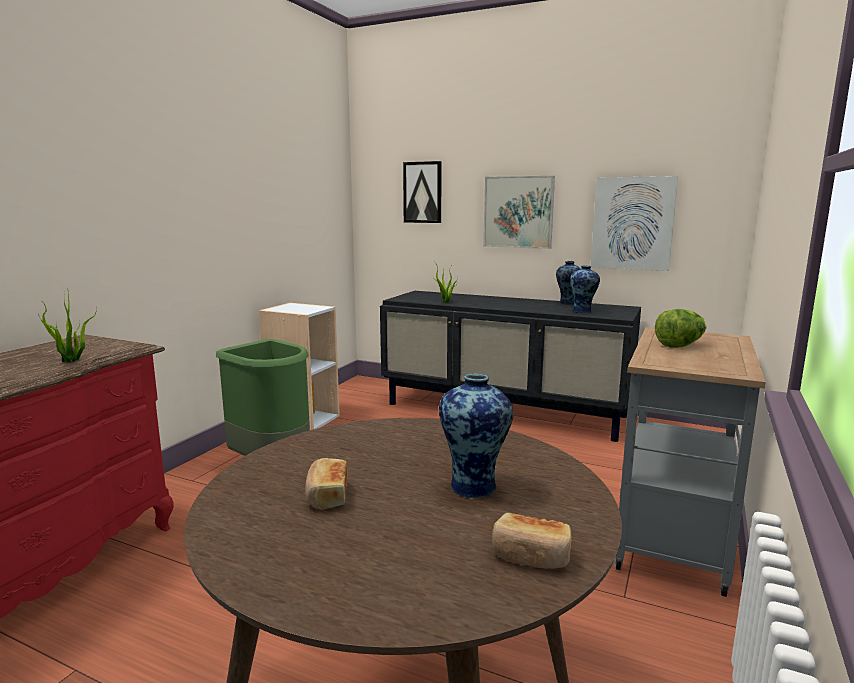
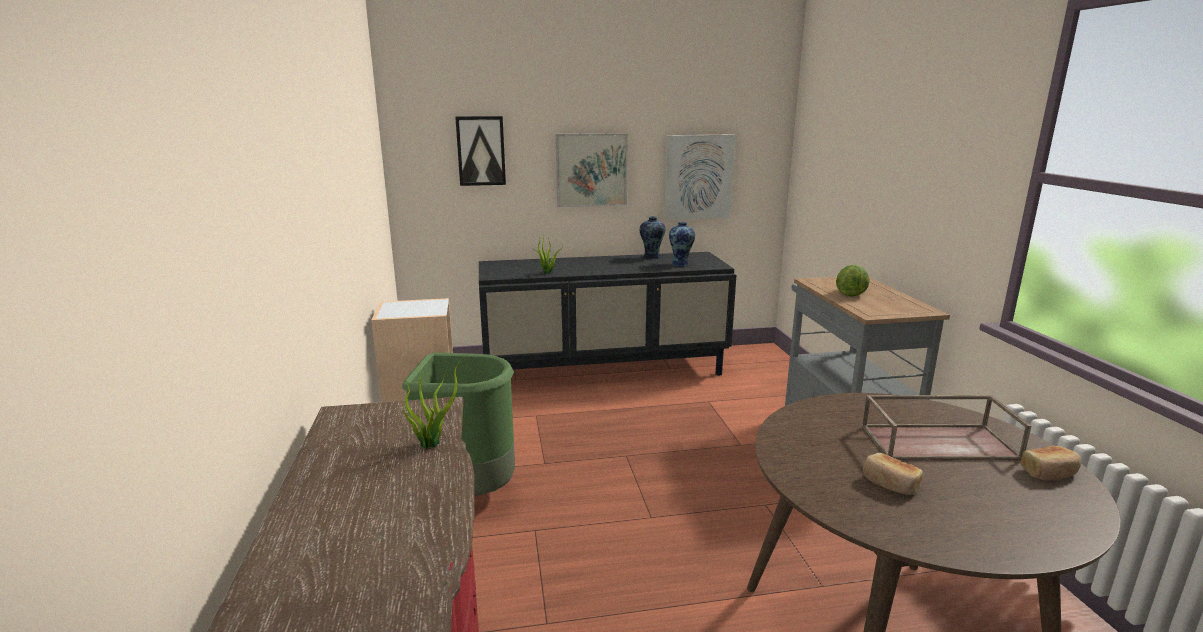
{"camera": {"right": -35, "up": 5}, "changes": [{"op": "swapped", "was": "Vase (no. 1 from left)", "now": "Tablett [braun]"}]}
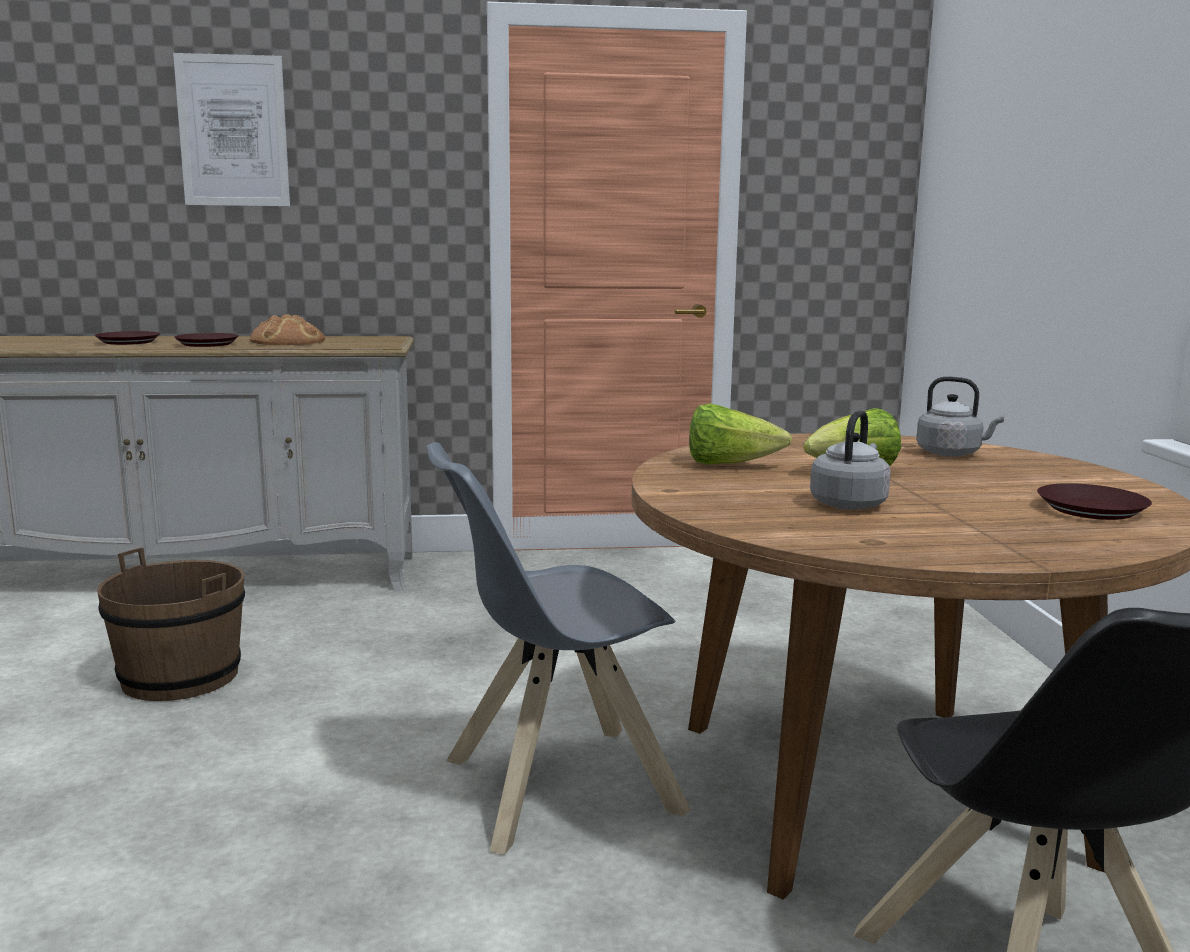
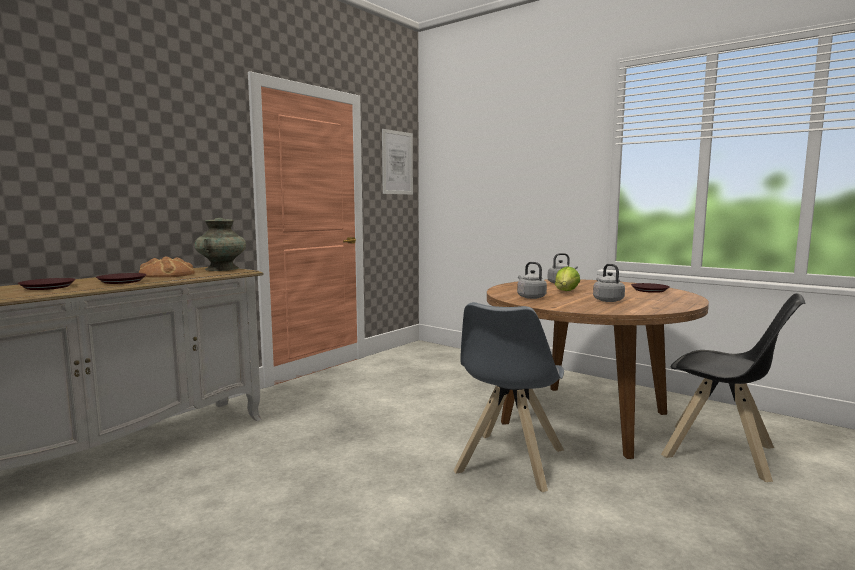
{"camera": {"right": -45, "up": -5}, "changes": [{"op": "gone", "was": "Eimer [braun]"}, {"op": "new", "now": "Vase [türkis]"}, {"op": "shifted", "was": "Bild"}, {"op": "swapped", "was": "Salatkopf (no. 1 from left)", "now": "Wasserkessel [grau] (no. 1 from left)"}]}
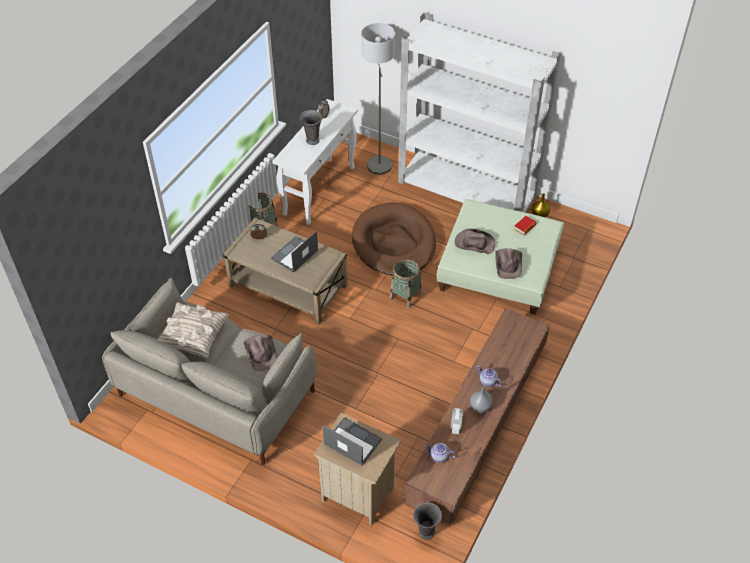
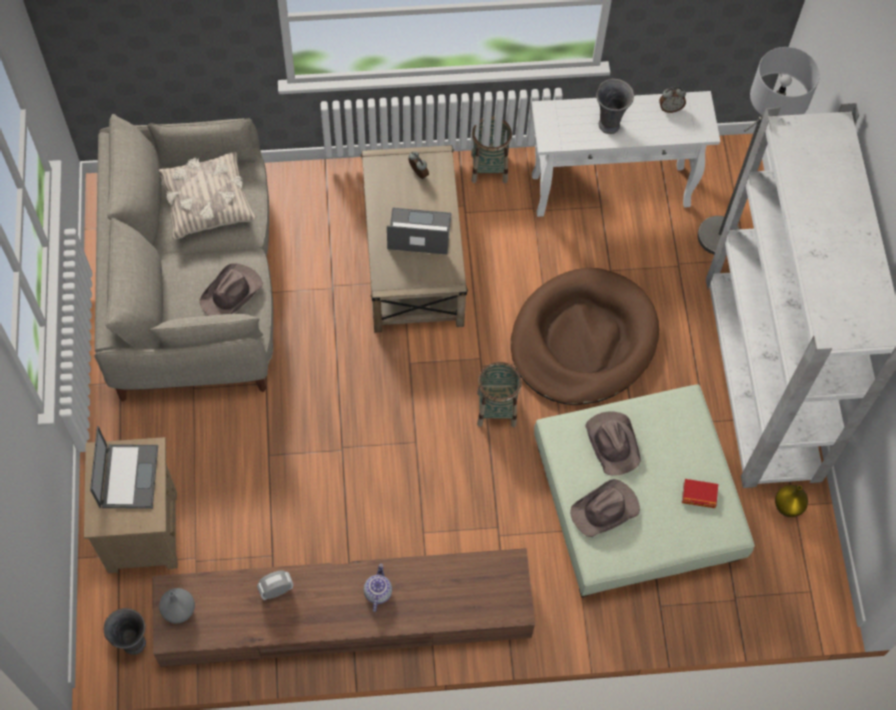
{"camera": {"right": 55, "up": 15}, "changes": [{"op": "gone", "was": "Teekanne (no. 1 from left)"}, {"op": "shifted", "was": "Vase [grau] (no. 3 from left in the first image)", "now": "Vase [grau] (no. 2 from left)"}]}
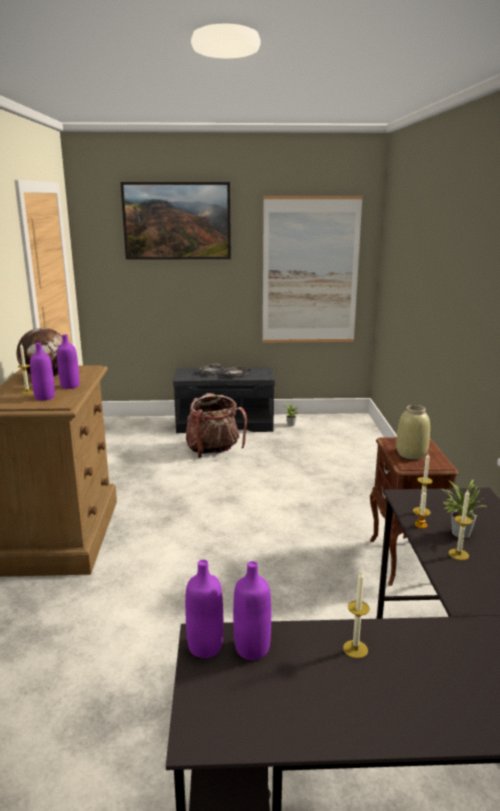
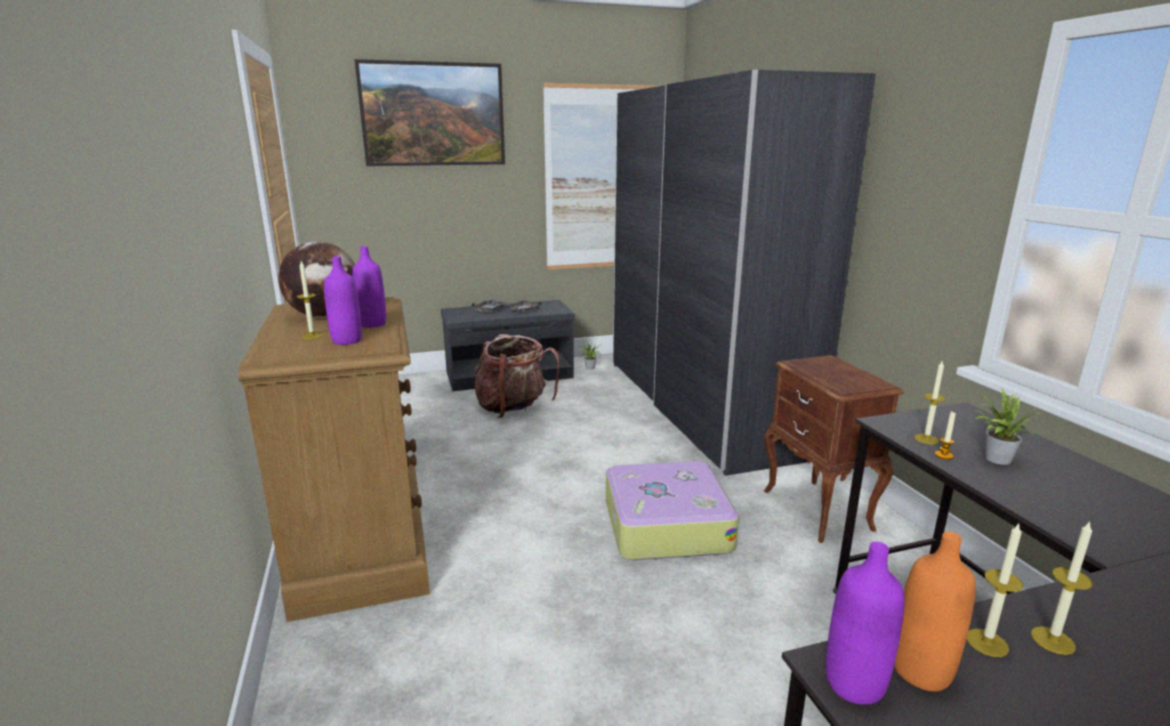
{"camera": {"right": -15, "up": 0}, "changes": [{"op": "gone", "was": "Vase [beige]"}, {"op": "new", "now": "Koffer"}, {"op": "new", "now": "Kleiderschrank [grau]"}, {"op": "shifted", "was": "Kerze (no. 5 from left in the first image)", "now": "Kerze (no. 4 from left)"}, {"op": "repainted", "was": "Flasche [lila] (no. 4 from left)", "now": "Flasche [orange]"}]}
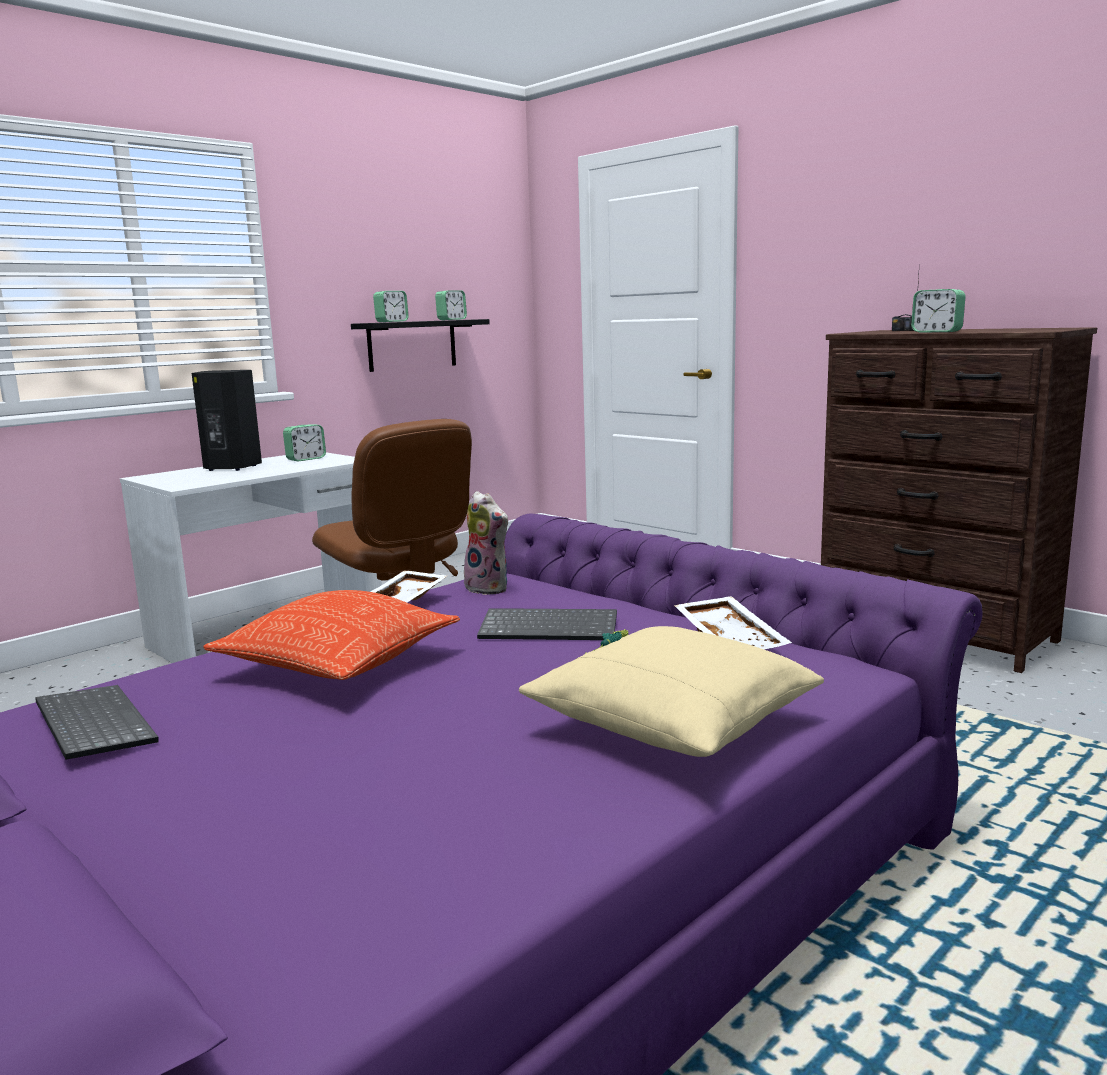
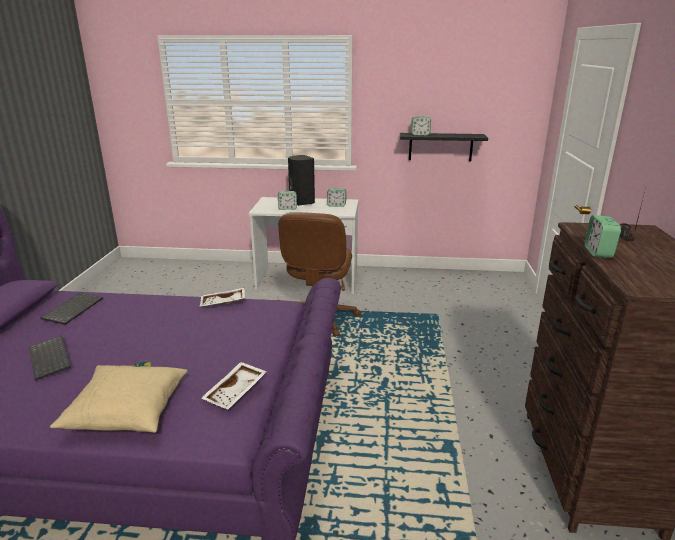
{"camera": {"right": 50, "up": 10}, "changes": [{"op": "gone", "was": "Kissen [orange]"}, {"op": "gone", "was": "Plüschtier"}, {"op": "shifted", "was": "Wecker (no. 3 from left in the first image)", "now": "Wecker (no. 1 from left)"}, {"op": "shifted", "was": "Tastatur (no. 2 from left in the first image)", "now": "Tastatur (no. 1 from left)"}]}
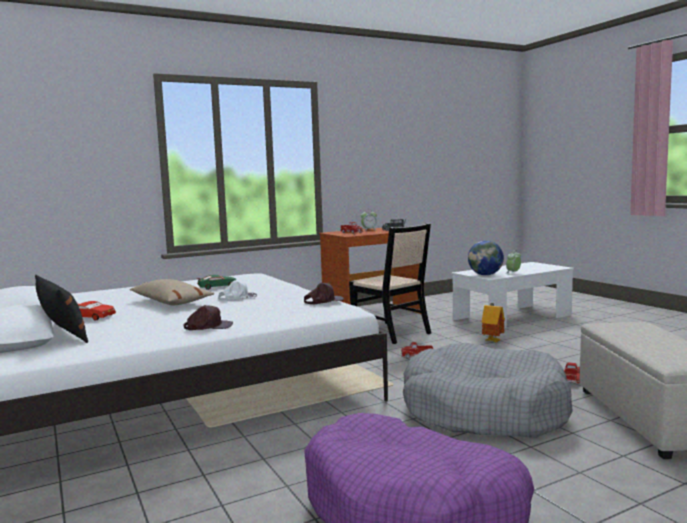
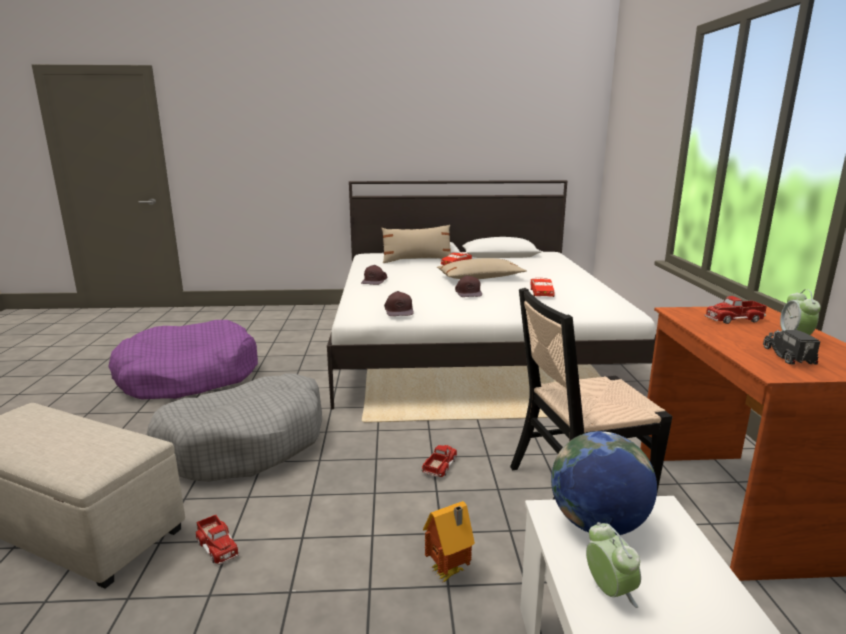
{"camera": {"right": 115, "up": 10}, "changes": [{"op": "repainted", "was": "Kissen [schwarz]", "now": "Kissen [beige] (no. 1 from left)"}, {"op": "repainted", "was": "Spielzeugauto [grün]", "now": "Spielzeugauto [rot] (no. 2 from left)"}, {"op": "repainted", "was": "Kappe [weiß]", "now": "Kappe [braun] (no. 3 from left)"}]}
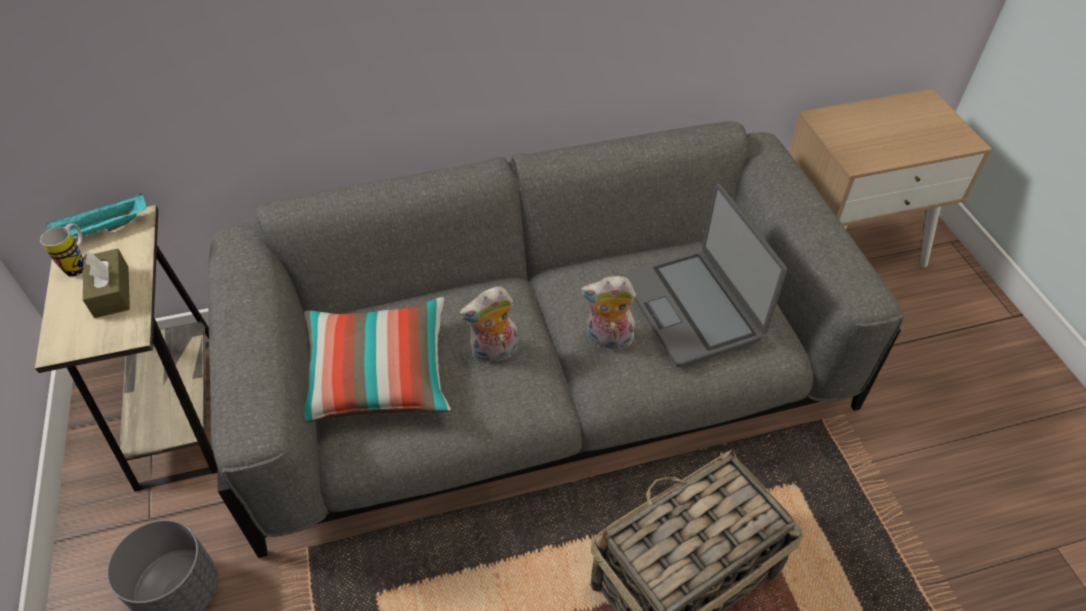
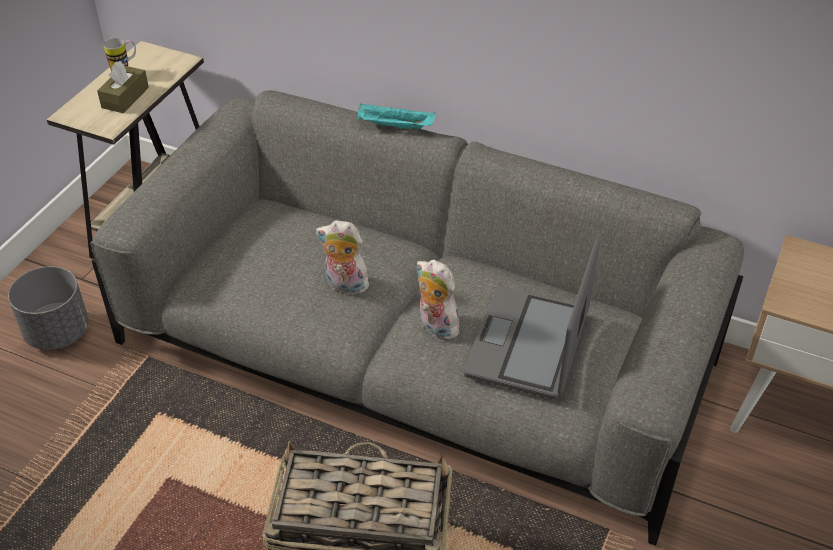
{"camera": {"right": 40, "up": -5}, "changes": [{"op": "gone", "was": "Kissen"}, {"op": "shifted", "was": "Tablett [türkis]"}]}
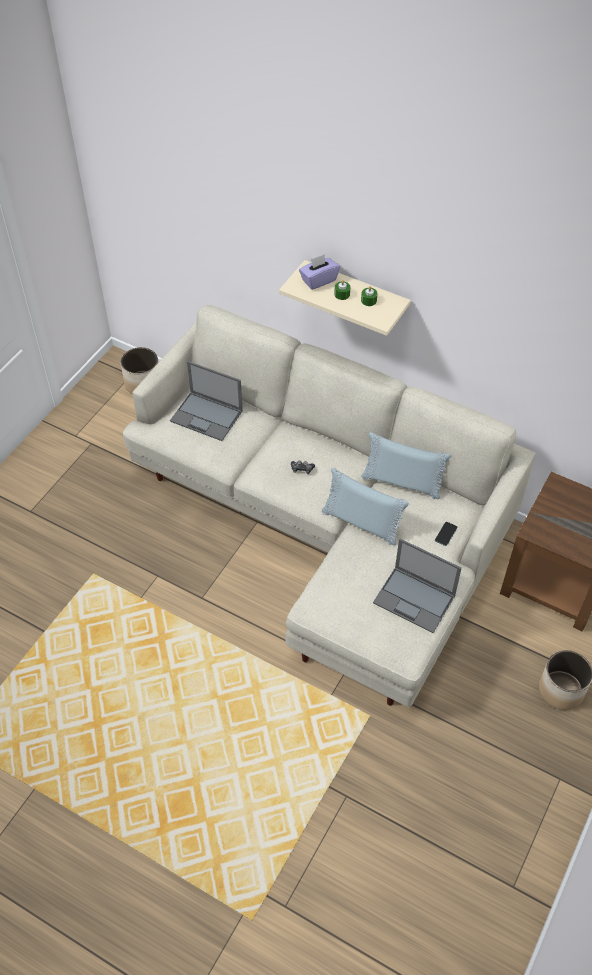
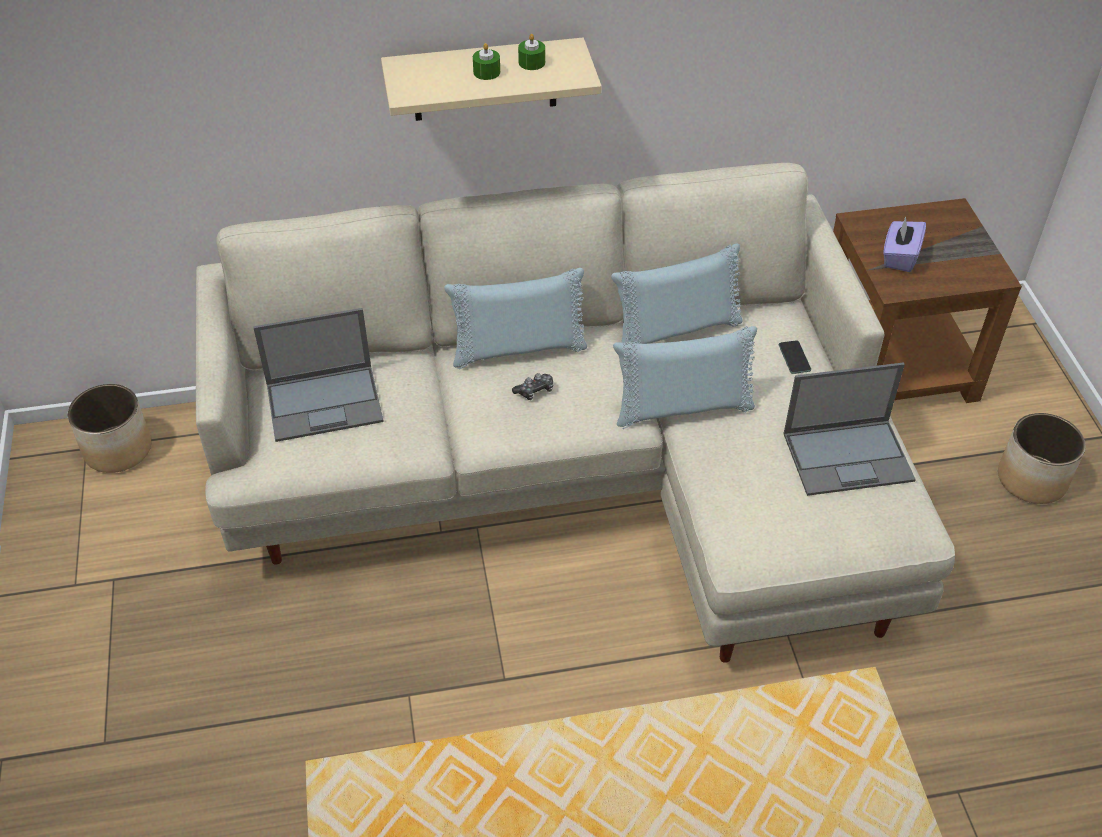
{"camera": {"right": -40, "up": -5}, "changes": [{"op": "new", "now": "Kissen [blau] (no. 1 from left)"}, {"op": "shifted", "was": "Taschentuchbox [lila]"}]}
